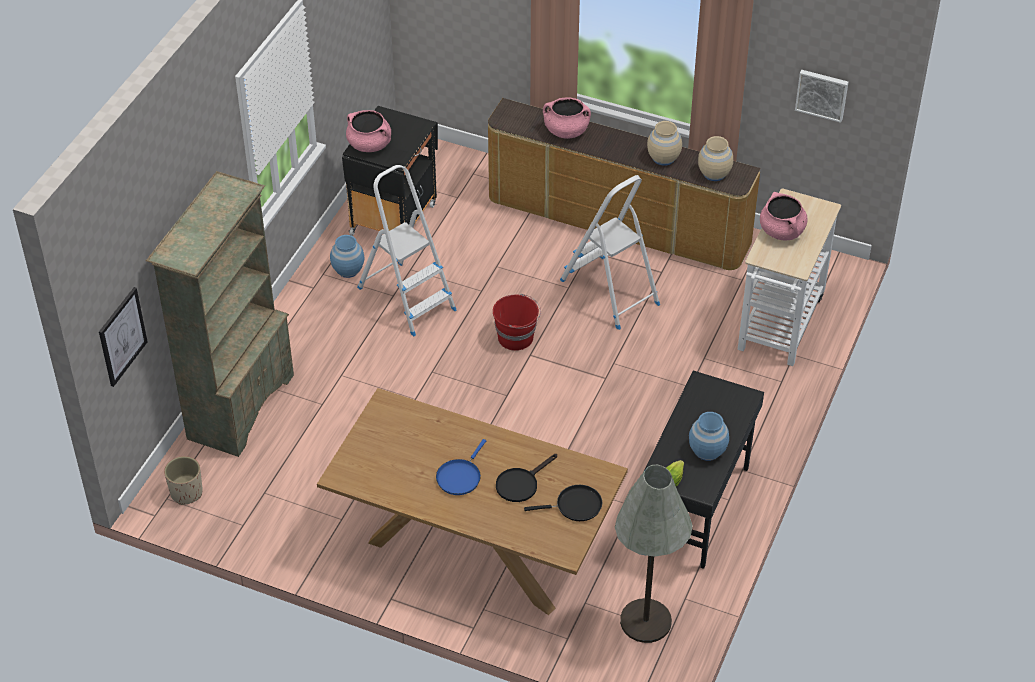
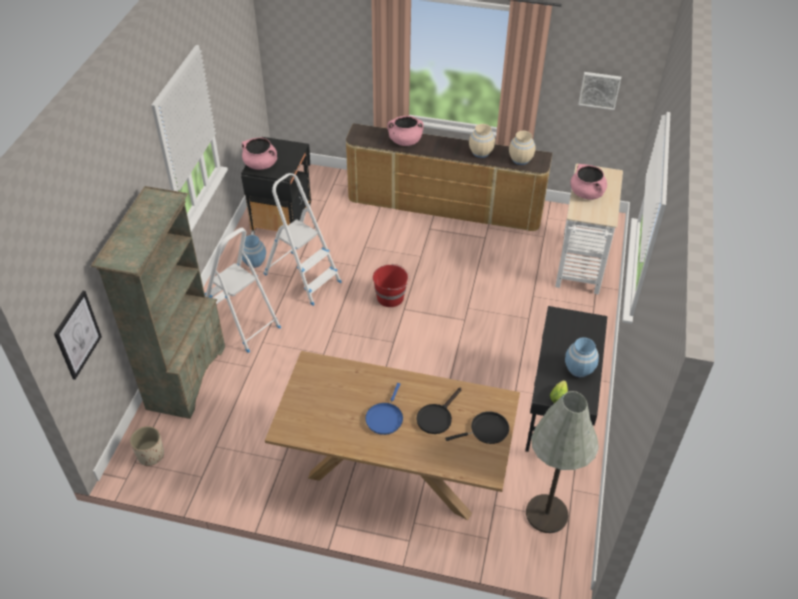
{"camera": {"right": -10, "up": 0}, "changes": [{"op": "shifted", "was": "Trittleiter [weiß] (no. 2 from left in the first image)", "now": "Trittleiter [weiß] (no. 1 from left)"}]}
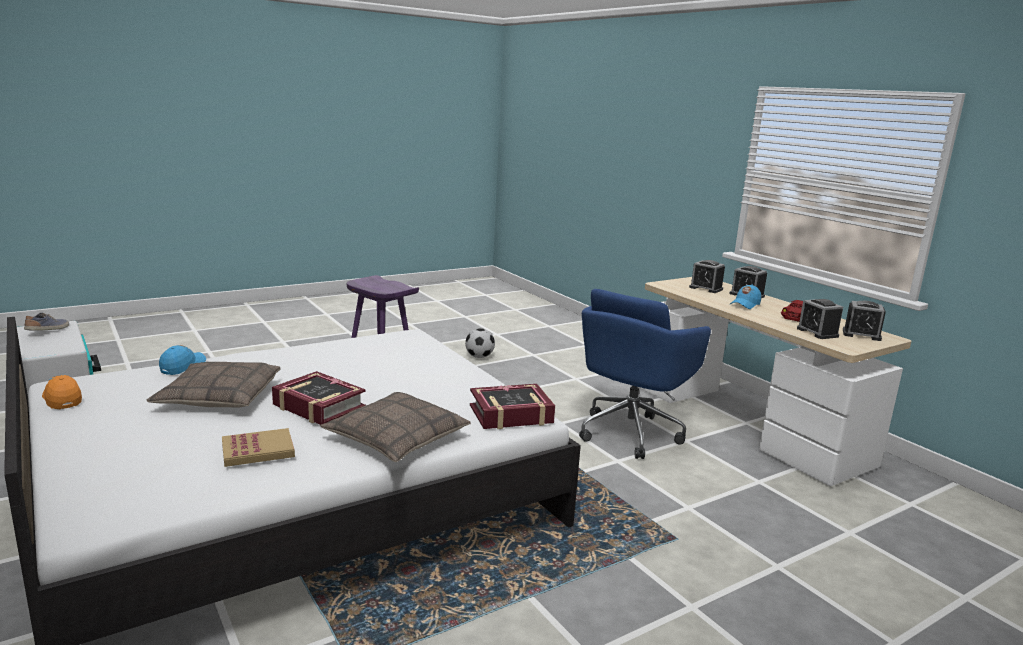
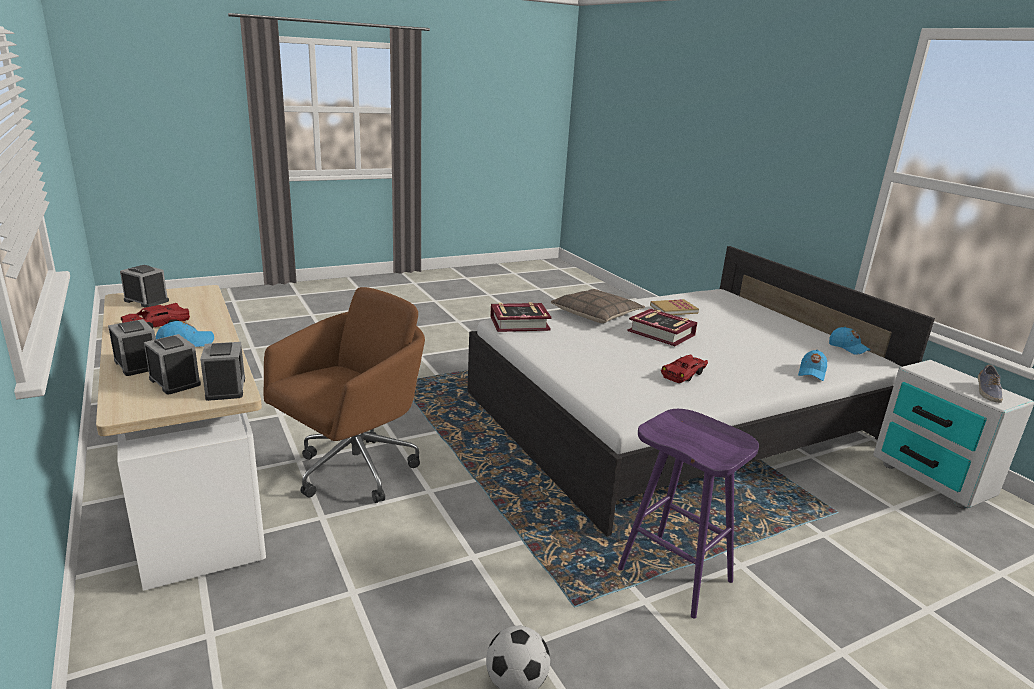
{"camera": {"right": -175, "up": 5}, "changes": [{"op": "gone", "was": "Kissen (no. 1 from left)"}, {"op": "new", "now": "Spielzeugauto [rot] (no. 2 from left)"}, {"op": "shifted", "was": "Wecker (no. 3 from left in the first image)", "now": "Wecker (no. 4 from left)"}, {"op": "repainted", "was": "Kappe [orange]", "now": "Kappe [blau] (no. 3 from left)"}, {"op": "repainted", "was": "Bürostuhl [blau]", "now": "Bürostuhl [braun]"}]}
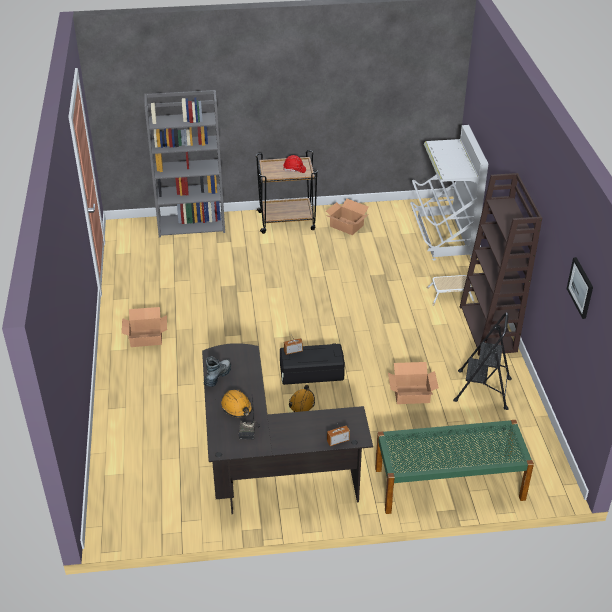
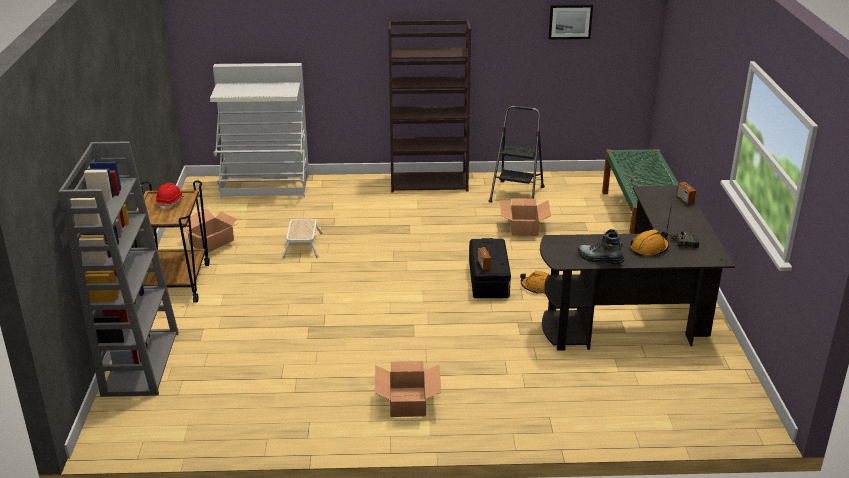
{"camera": {"right": -85, "up": -10}, "changes": [{"op": "shifted", "was": "Trittleiter [beige]"}]}
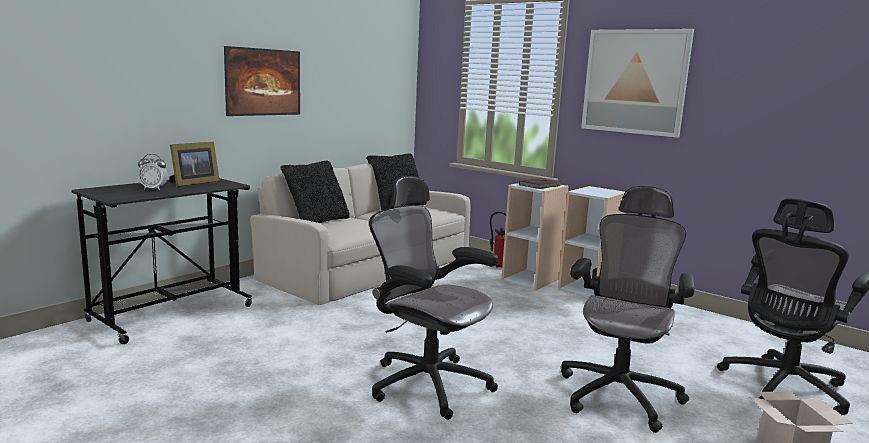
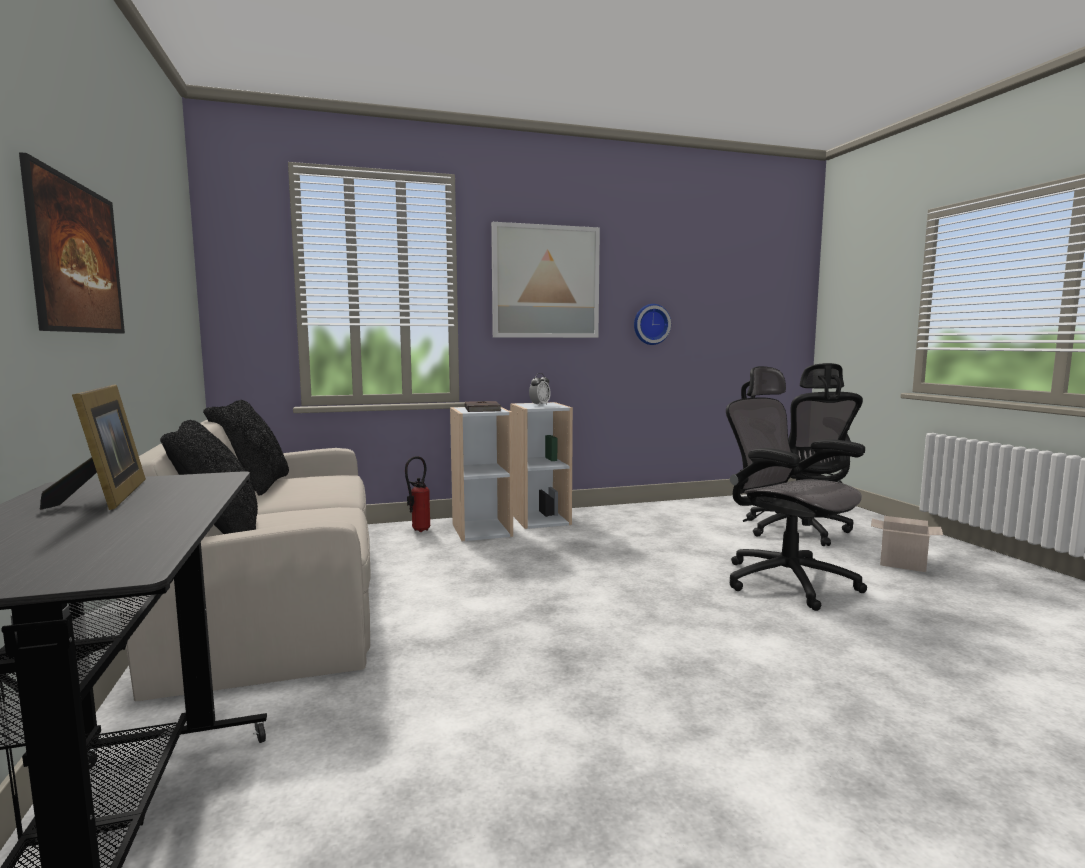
{"camera": {"right": -55, "up": -5}, "changes": [{"op": "gone", "was": "Bürostuhl (no. 1 from left)"}, {"op": "new", "now": "Wanduhr"}, {"op": "shifted", "was": "Wecker"}]}
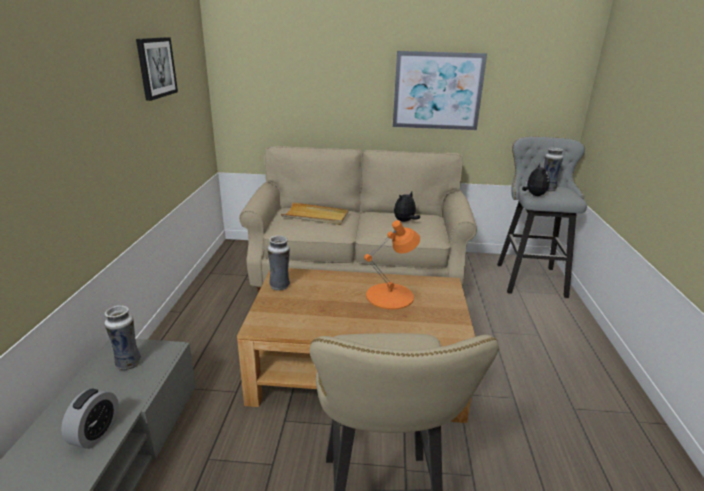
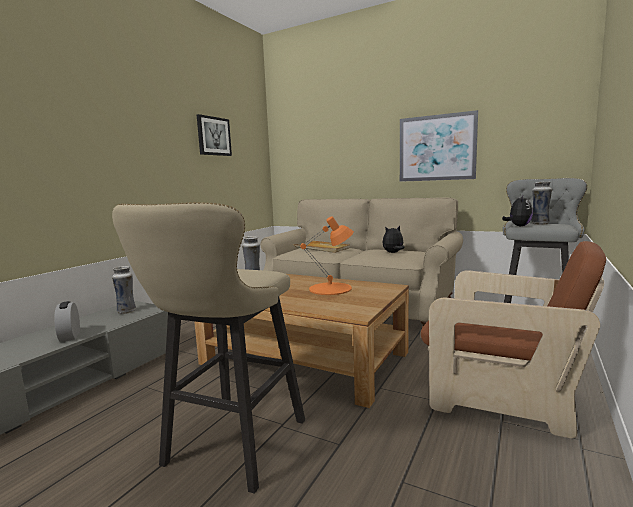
{"camera": {"right": 25, "up": -15}, "changes": [{"op": "new", "now": "Sessel [braun]"}, {"op": "rotated", "was": "Wecker", "clockwise": 120}]}
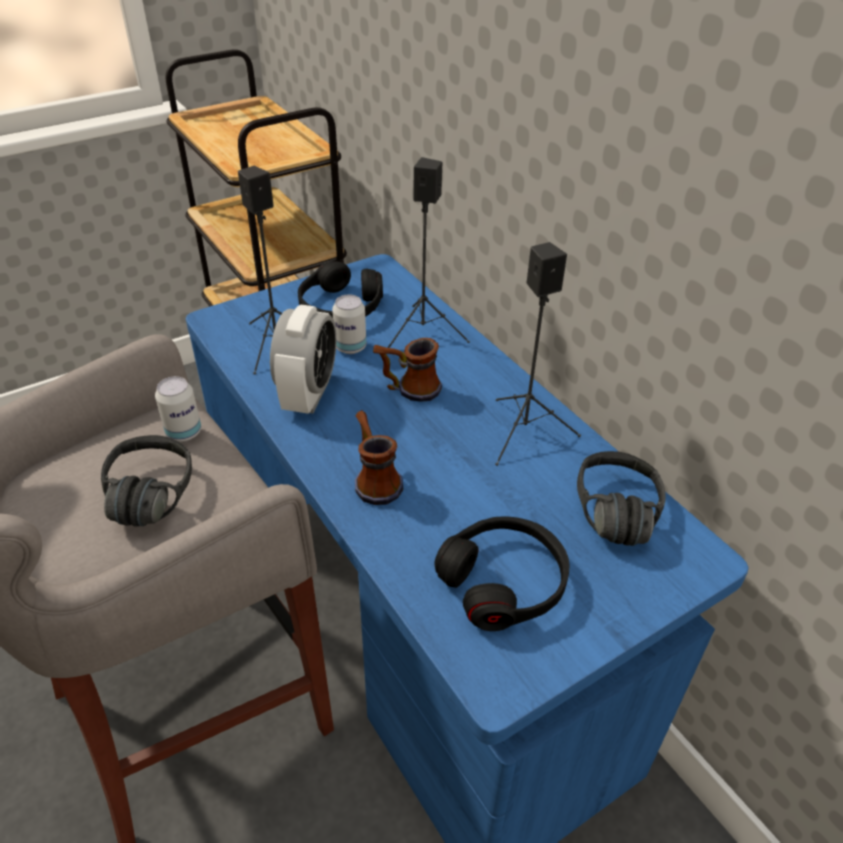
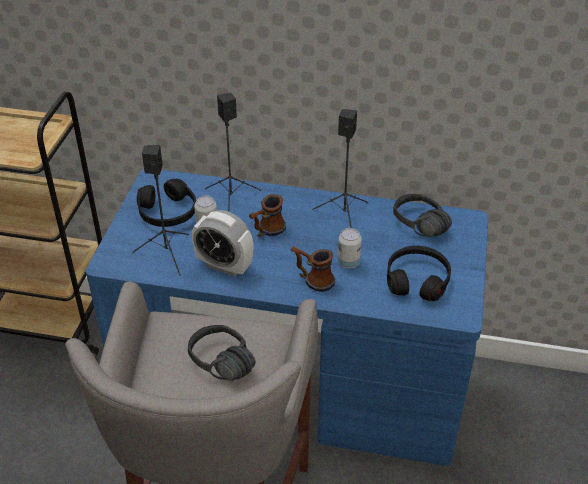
{"camera": {"right": -45, "up": 0}, "changes": [{"op": "shifted", "was": "Dose (no. 1 from left in the first image)", "now": "Dose (no. 2 from left)"}, {"op": "rotated", "was": "Wecker", "clockwise": 150}]}
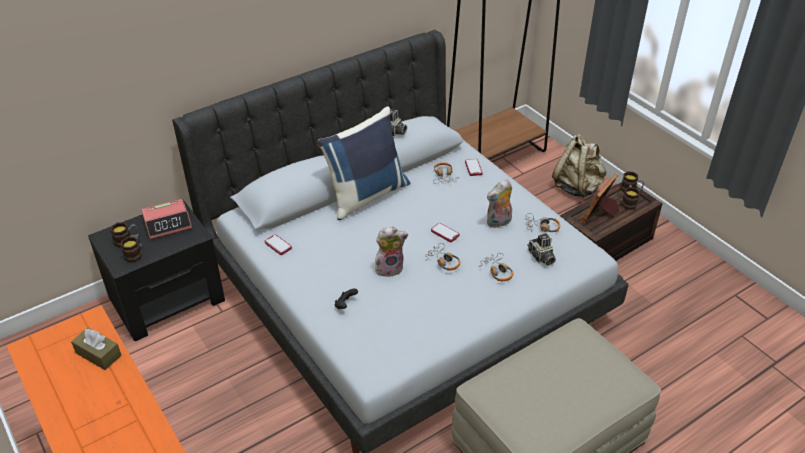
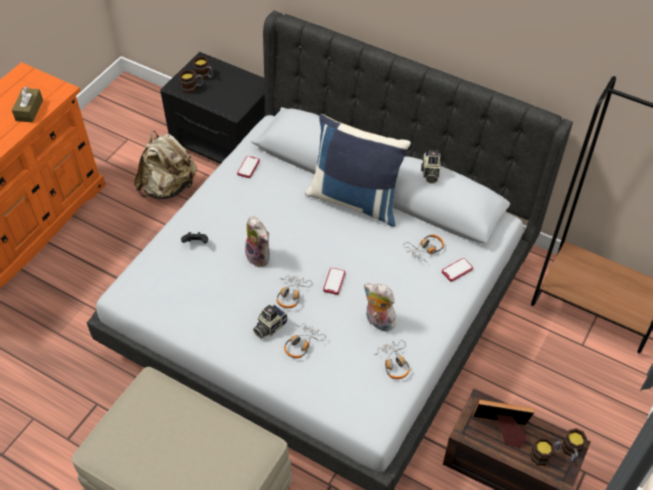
{"camera": {"right": 65, "up": 10}, "changes": [{"op": "gone", "was": "Wecker"}, {"op": "shifted", "was": "Kamera (no. 2 from left in the first image)", "now": "Kamera (no. 1 from left)"}, {"op": "shifted", "was": "Rucksack [beige]"}]}
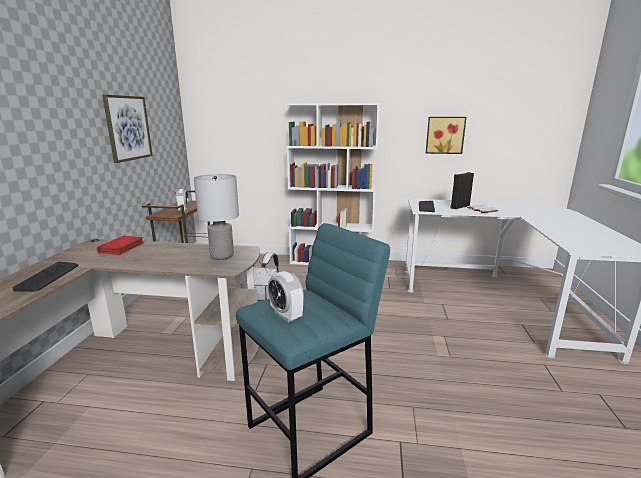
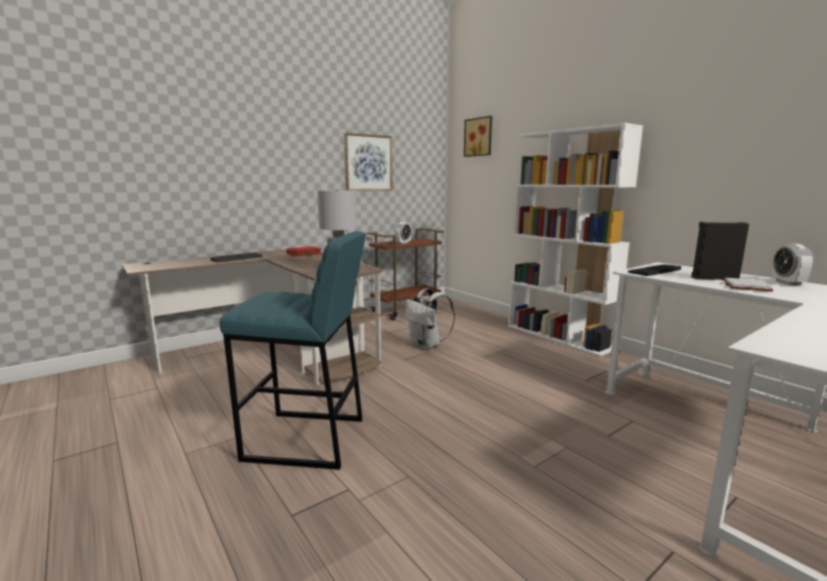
{"camera": {"right": 45, "up": -5}, "changes": [{"op": "shifted", "was": "Wecker (no. 2 from left)"}, {"op": "shifted", "was": "Bild (no. 2 from left)"}]}
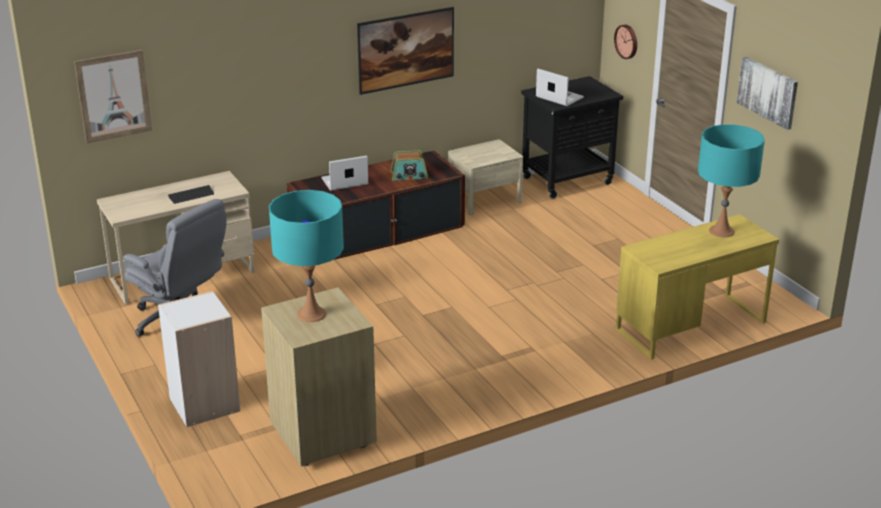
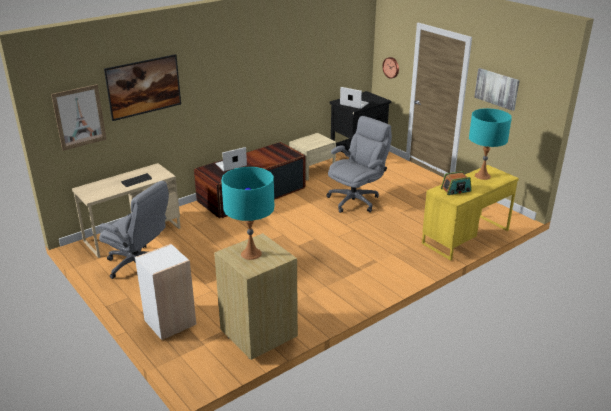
{"camera": {"right": -10, "up": 0}, "changes": [{"op": "new", "now": "Bürostuhl [grau] (no. 2 from left)"}, {"op": "shifted", "was": "Bild (no. 2 from left)"}, {"op": "shifted", "was": "Radio"}]}
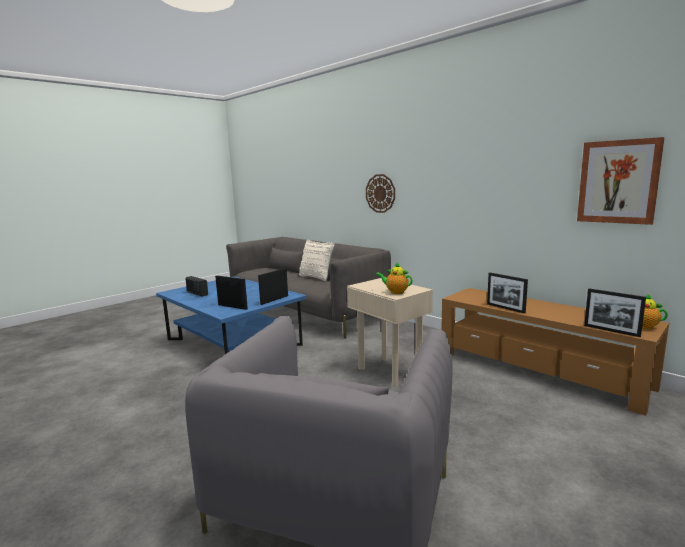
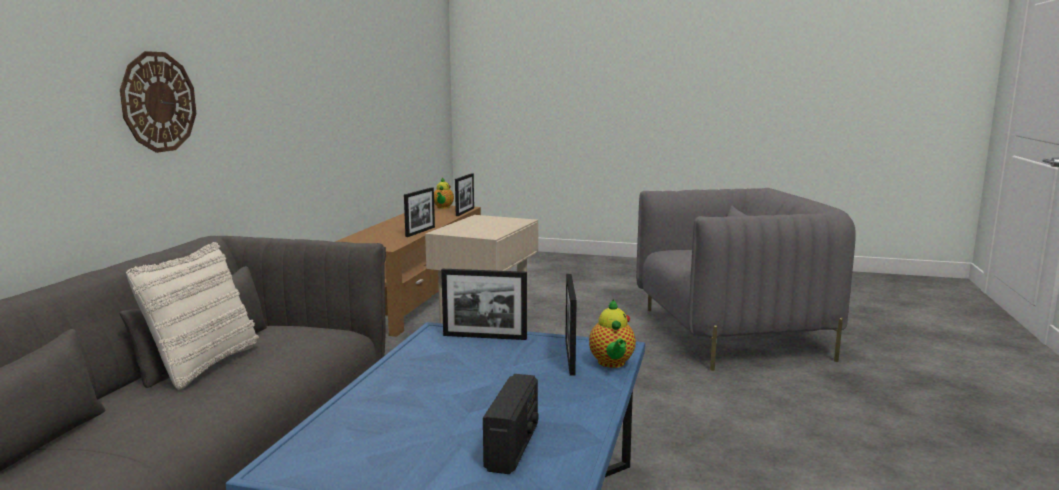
{"camera": {"right": -120, "up": 0}, "changes": [{"op": "gone", "was": "Bild"}, {"op": "shifted", "was": "Teekanne (no. 1 from left in the first image)", "now": "Teekanne (no. 2 from left)"}]}
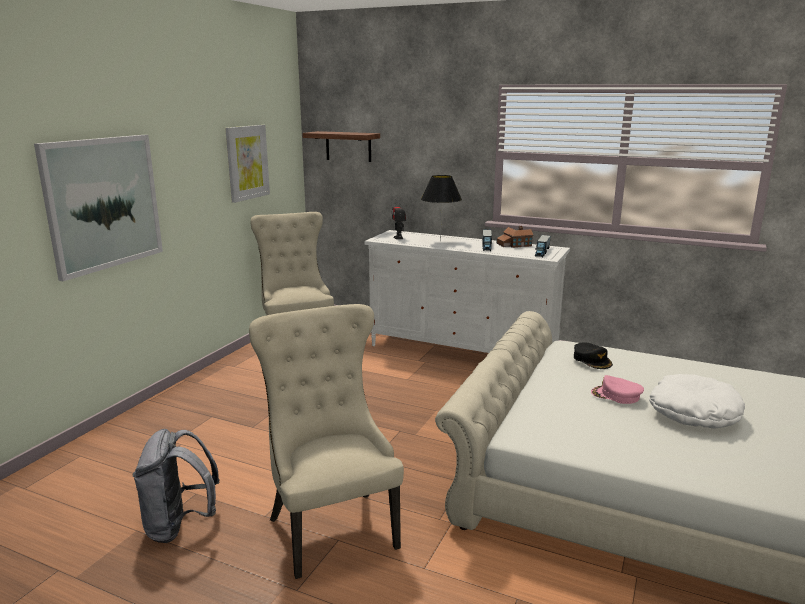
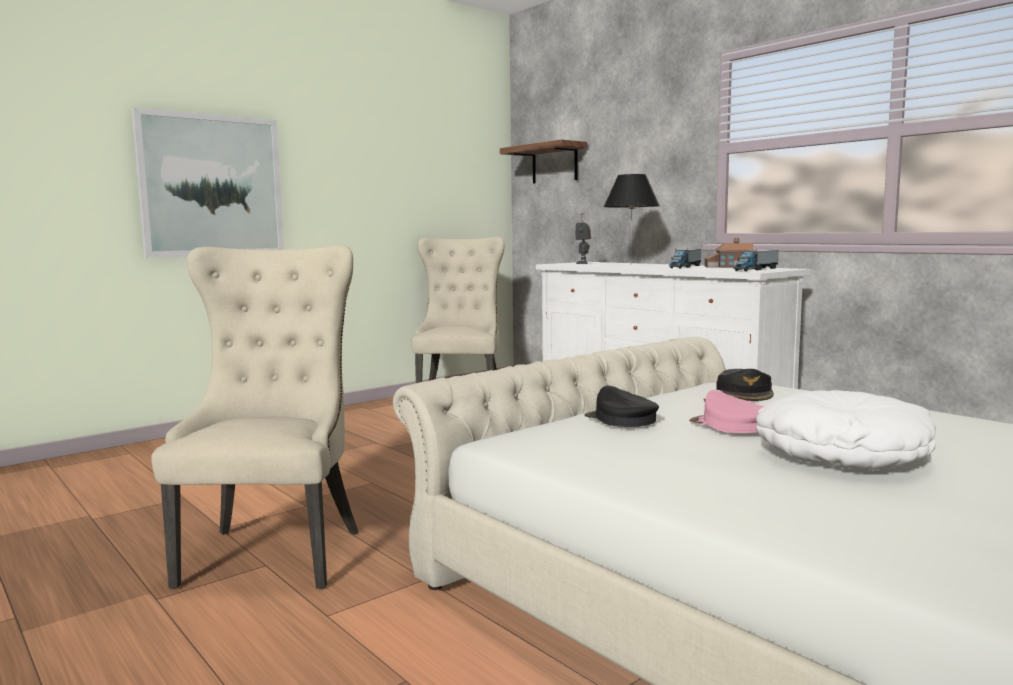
{"camera": {"right": 25, "up": -10}, "changes": [{"op": "gone", "was": "Rucksack [grau]"}, {"op": "gone", "was": "Bild (no. 2 from left)"}, {"op": "new", "now": "Kappe [schwarz] (no. 1 from left)"}]}
